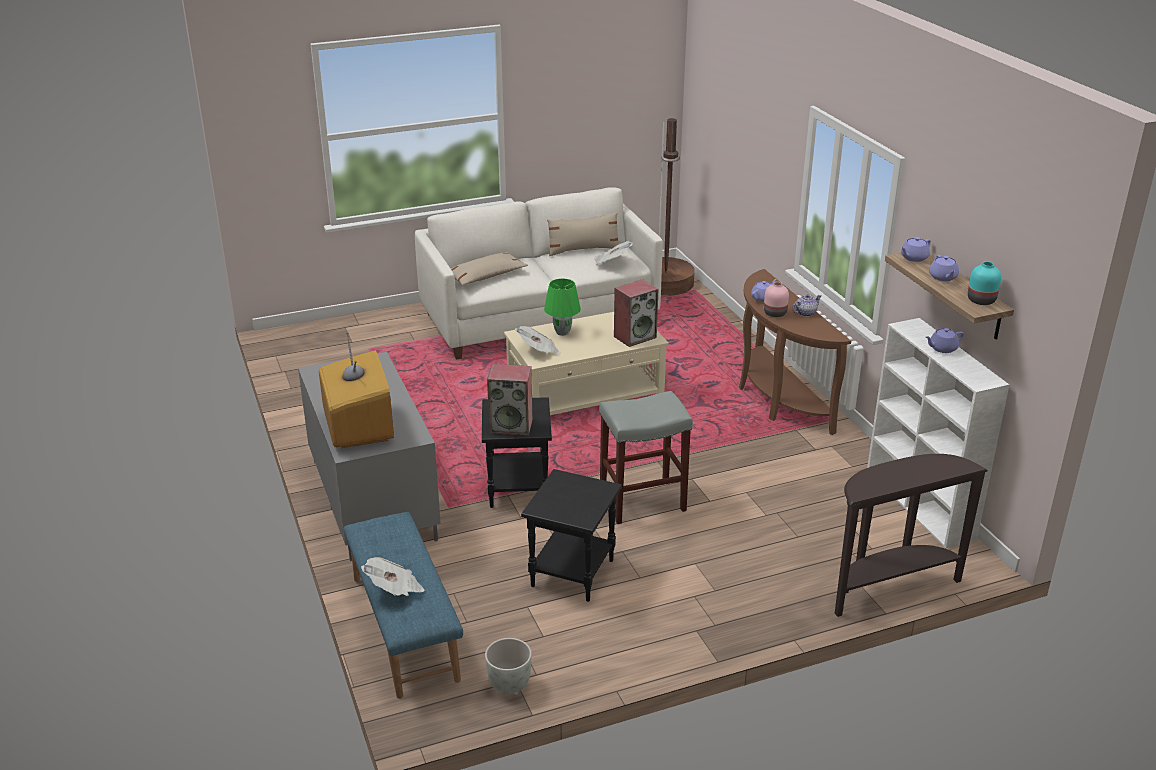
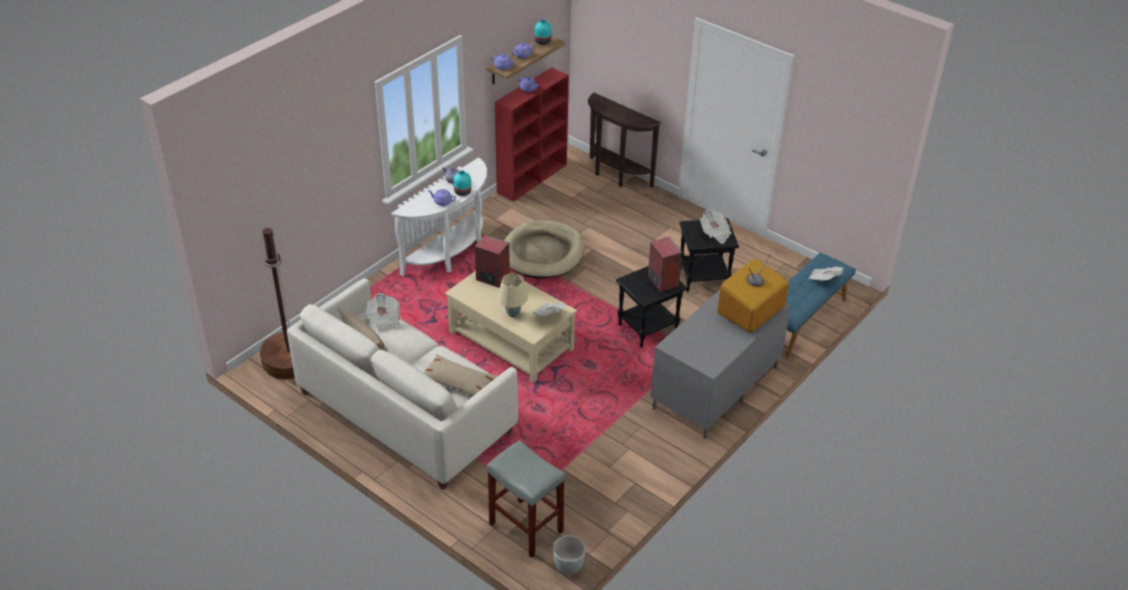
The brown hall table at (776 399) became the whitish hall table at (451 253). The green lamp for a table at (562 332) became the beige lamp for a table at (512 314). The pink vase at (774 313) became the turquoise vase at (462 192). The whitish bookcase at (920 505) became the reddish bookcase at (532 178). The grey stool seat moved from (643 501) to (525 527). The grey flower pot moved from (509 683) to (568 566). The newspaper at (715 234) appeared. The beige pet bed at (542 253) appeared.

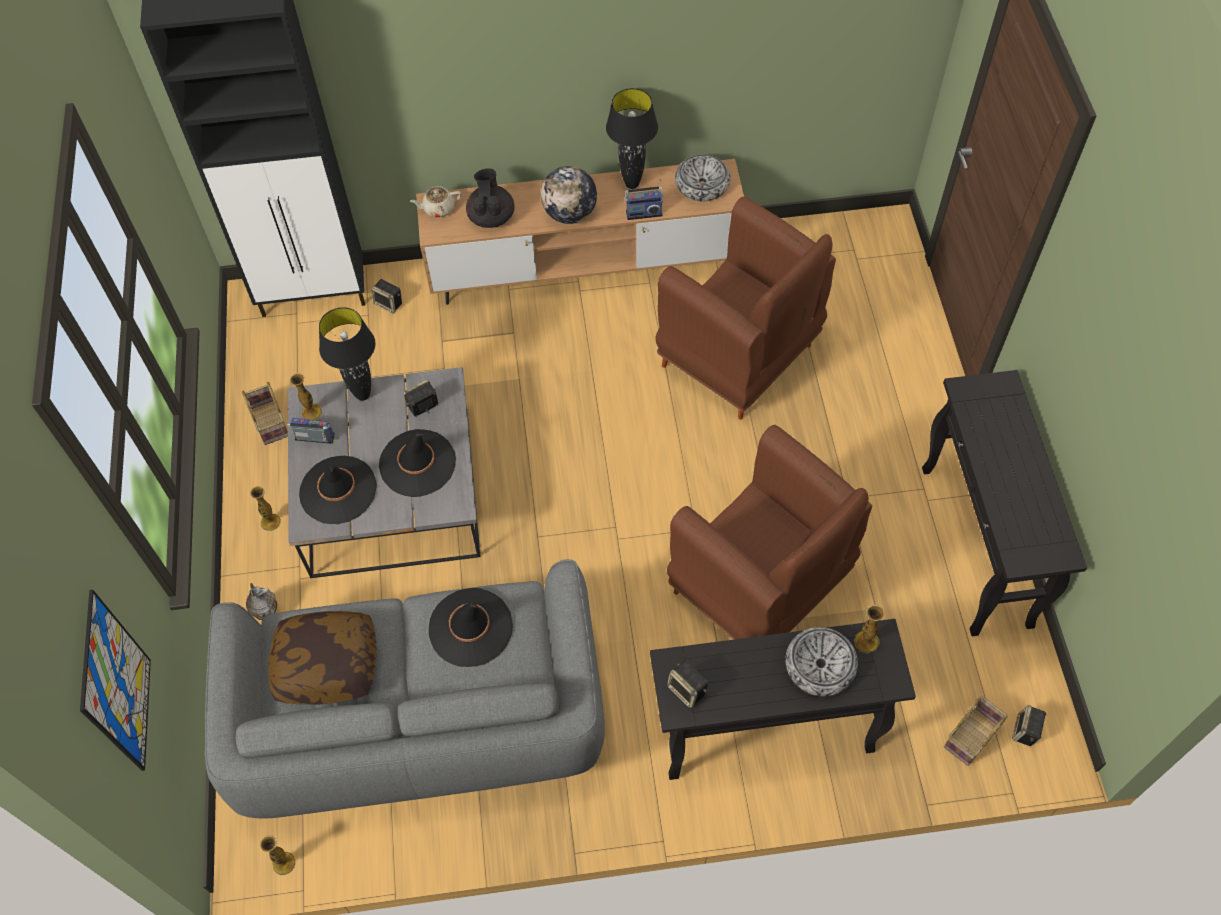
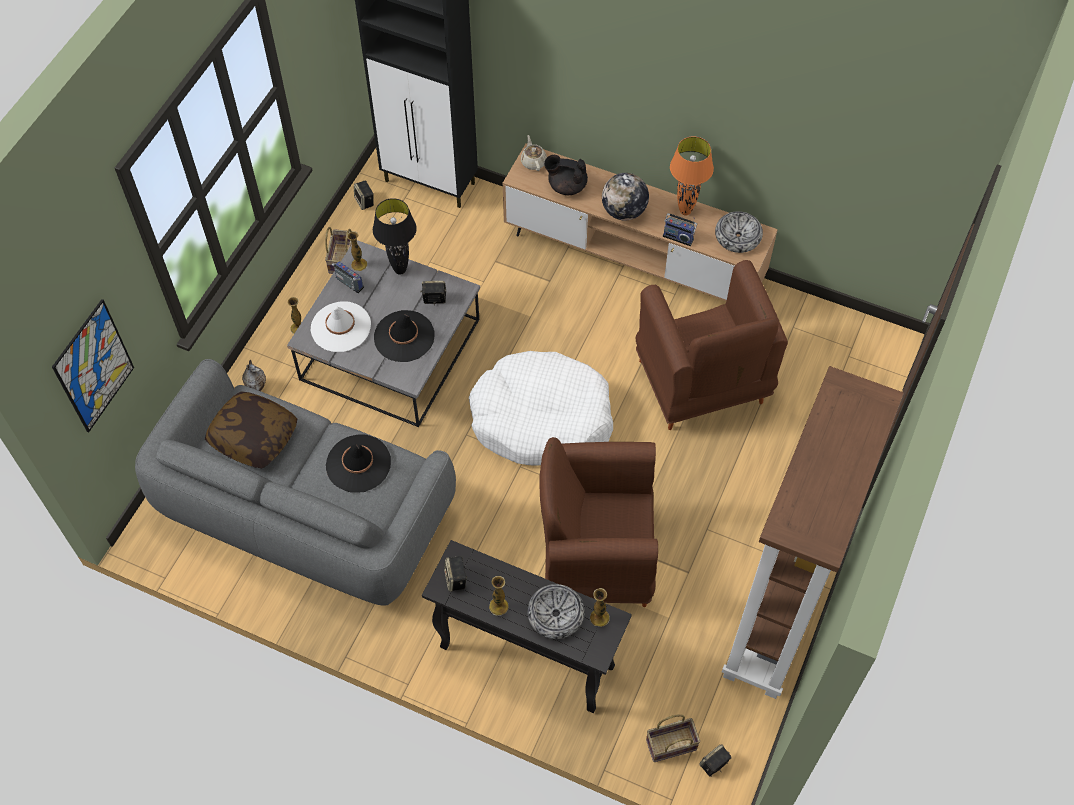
The blackish lamp for a table at (632 184) became the orange-coloured lamp for a table at (685 211). The blackish tea pot at (491 216) turned 105 degrees counterclockwise. The beige tea pot at (438 208) turned 60 degrees clockwise. The audio speaker moved from (389 304) to (365 202). The blackish hall table at (976 547) was replaced by the brown bookcase at (777 618). The brown lounge chair at (760 588) turned 105 degrees clockwise. The blackish clothing hat at (338 490) became the whitish clothing hat at (340 327). The vase moved from (284 863) to (498 606). The whitish pet bed at (541 419) appeared.

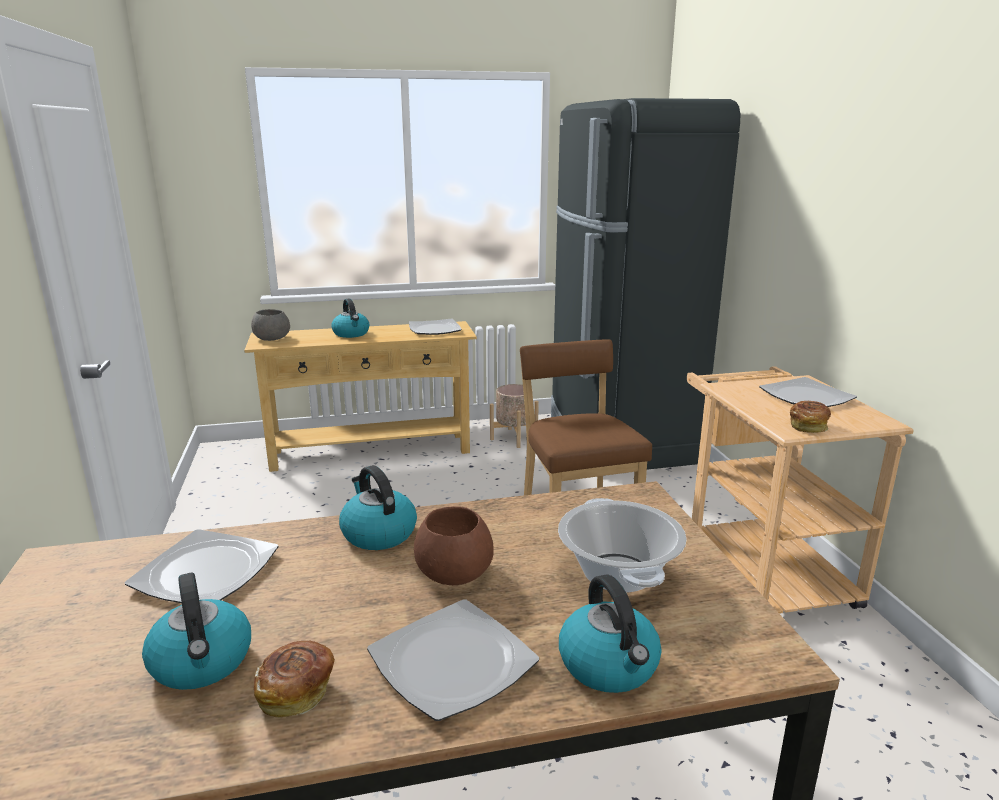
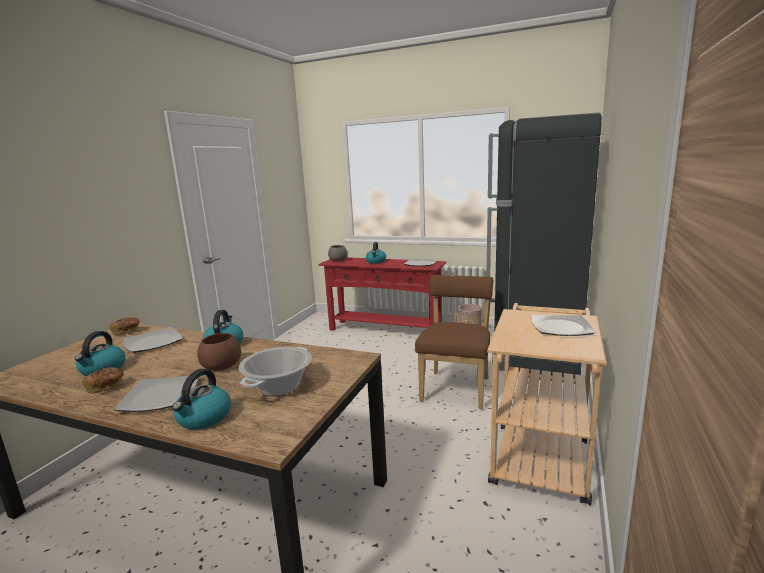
The beige hall table at (371 451) became the reddish hall table at (385 330). The bread moved from (808 426) to (127 332).

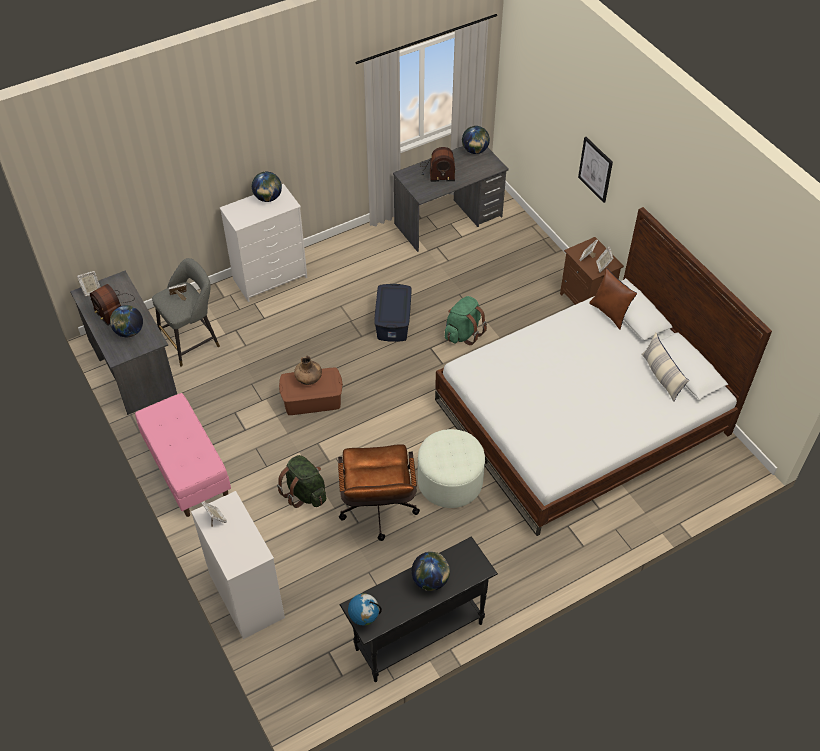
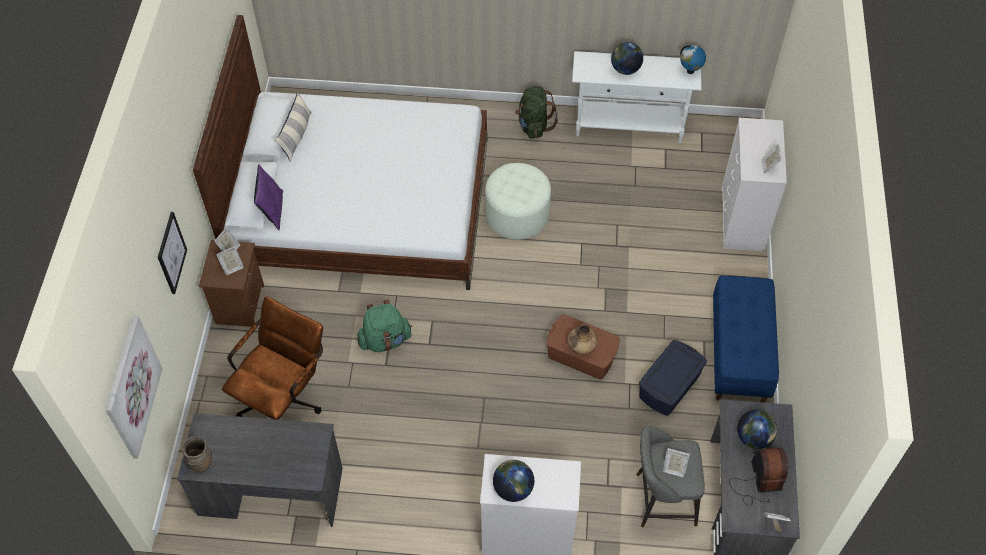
The desk globe at (475 151) was replaced by the brown vase at (201 463). The radio set at (437 172) disappeared. The brown throw pillow at (610 313) became the purple throw pillow at (272 210). The blue-coloured storage box moved from (393 321) to (669 386). The pink long seat at (186 469) became the blue-coloured long seat at (739 354). The brown desk chair moved from (378 512) to (284 398). The green backpack moved from (305 493) to (534 125). The blackish hall table at (418 636) became the whitish hall table at (629 127). The wall art at (132 387) appeared.

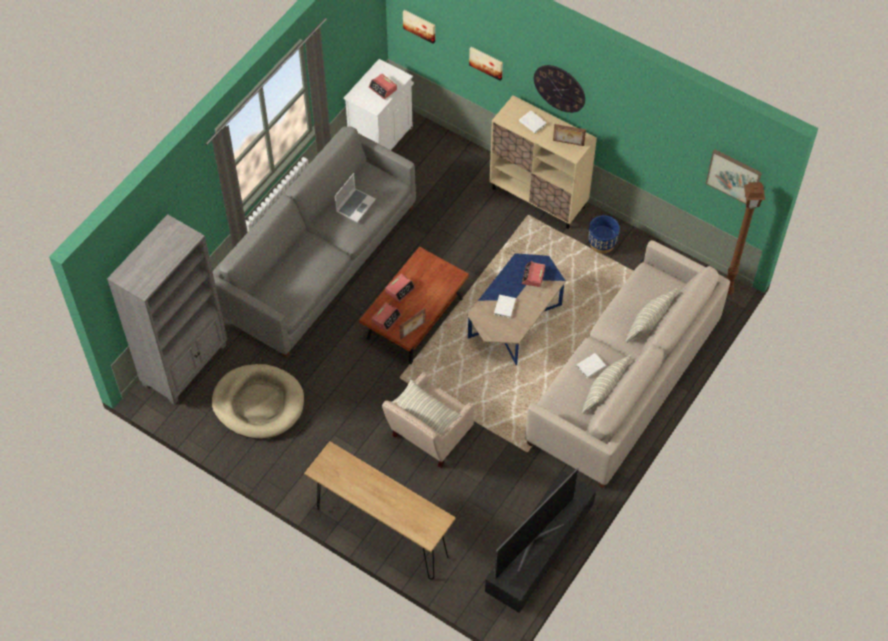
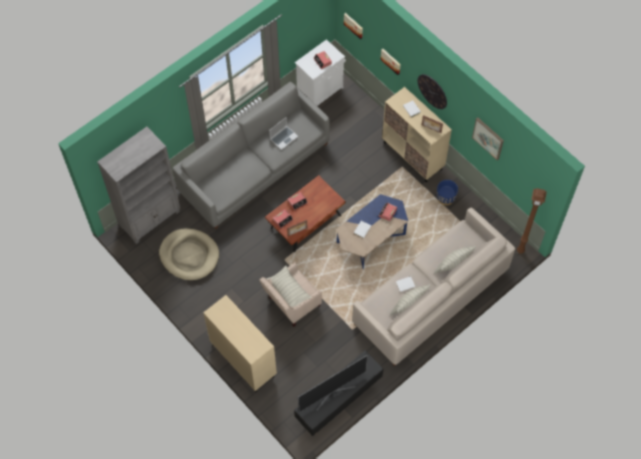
The wall art moved from (734 176) to (488 138). The brown hall table at (382 532) was replaced by the beige storage cabinet at (243 360).

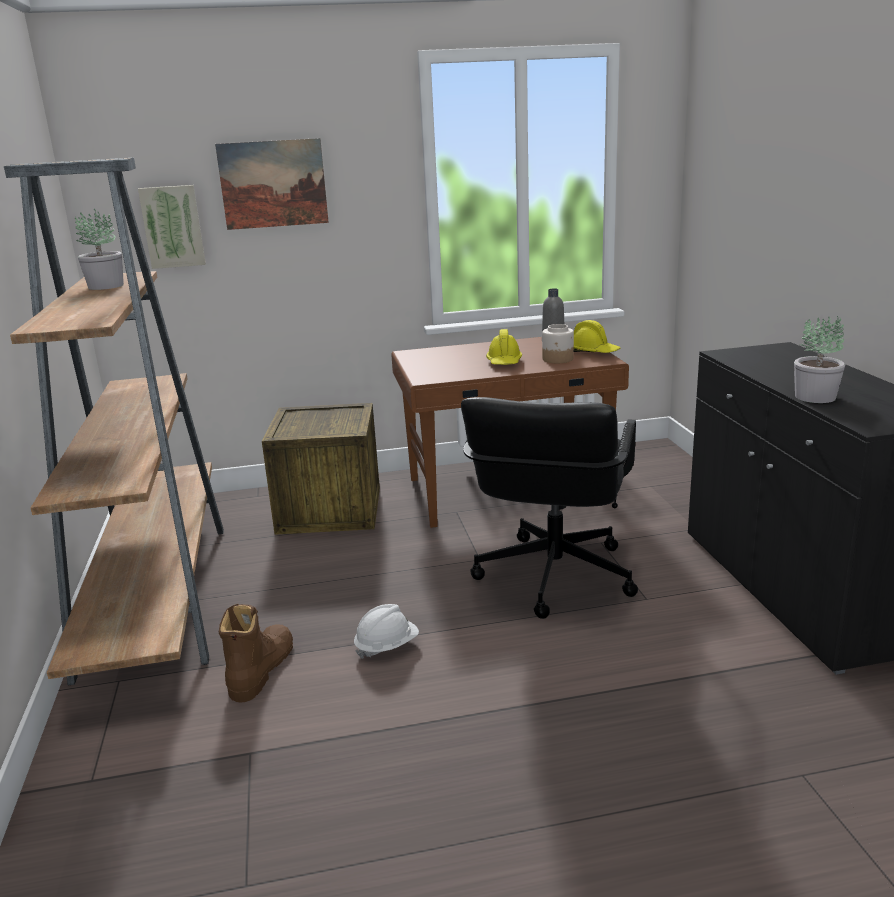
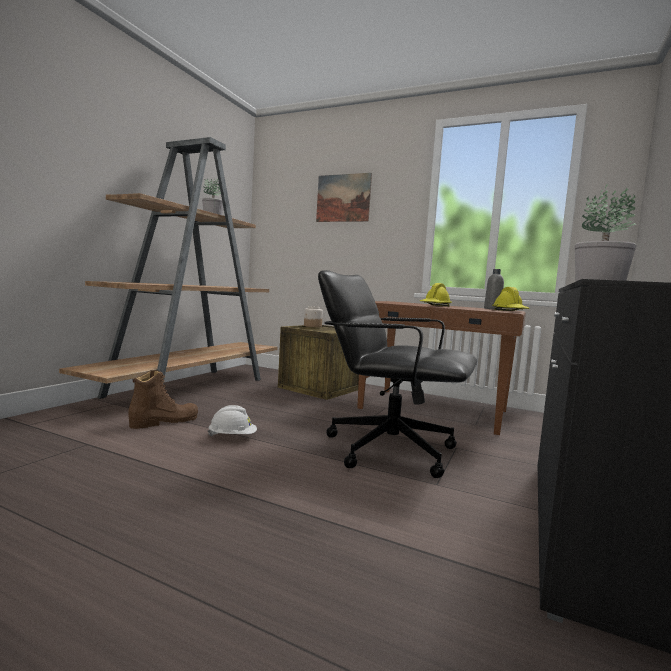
The wall art at (173 226) disappeared. The preserve jar moved from (558 359) to (312 326). The blackish desk chair at (553 576) turned 60 degrees clockwise.

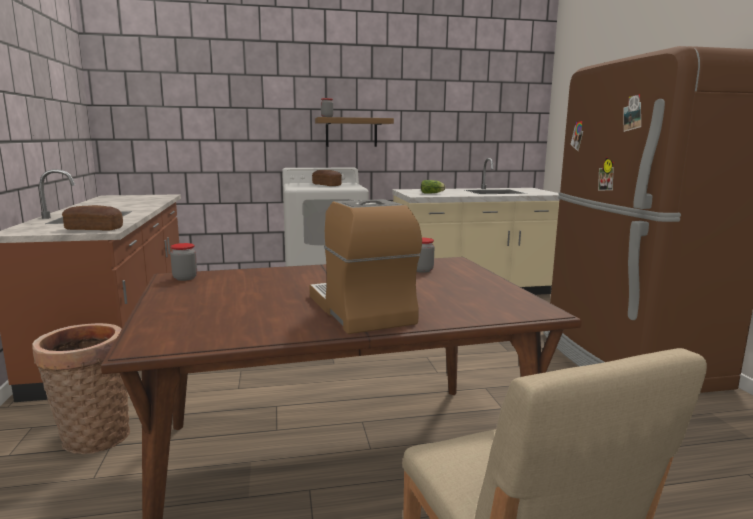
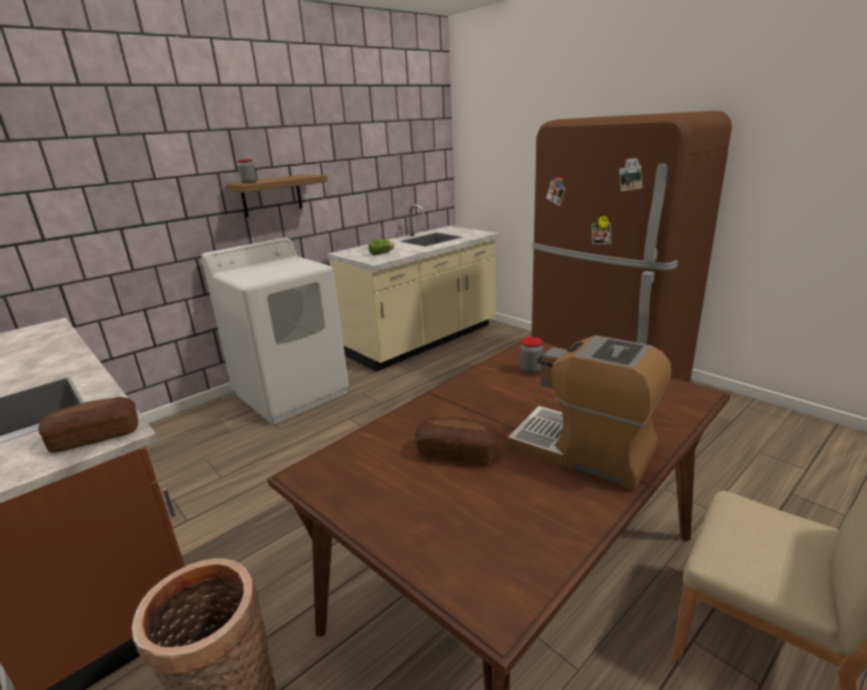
The bread moved from (326 185) to (456 453). The preserve jar at (185 278) disappeared.

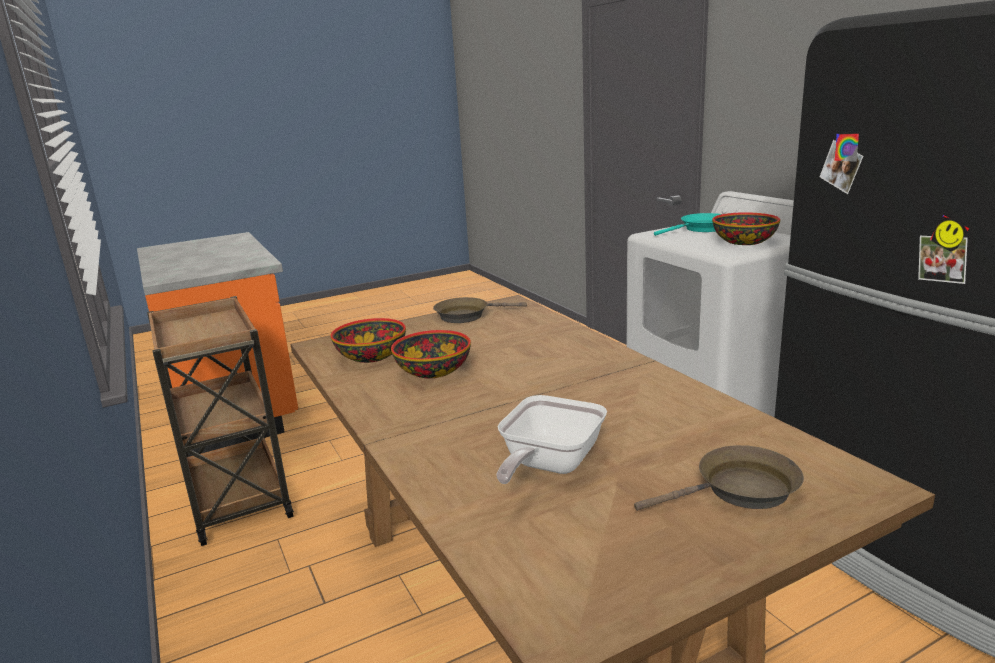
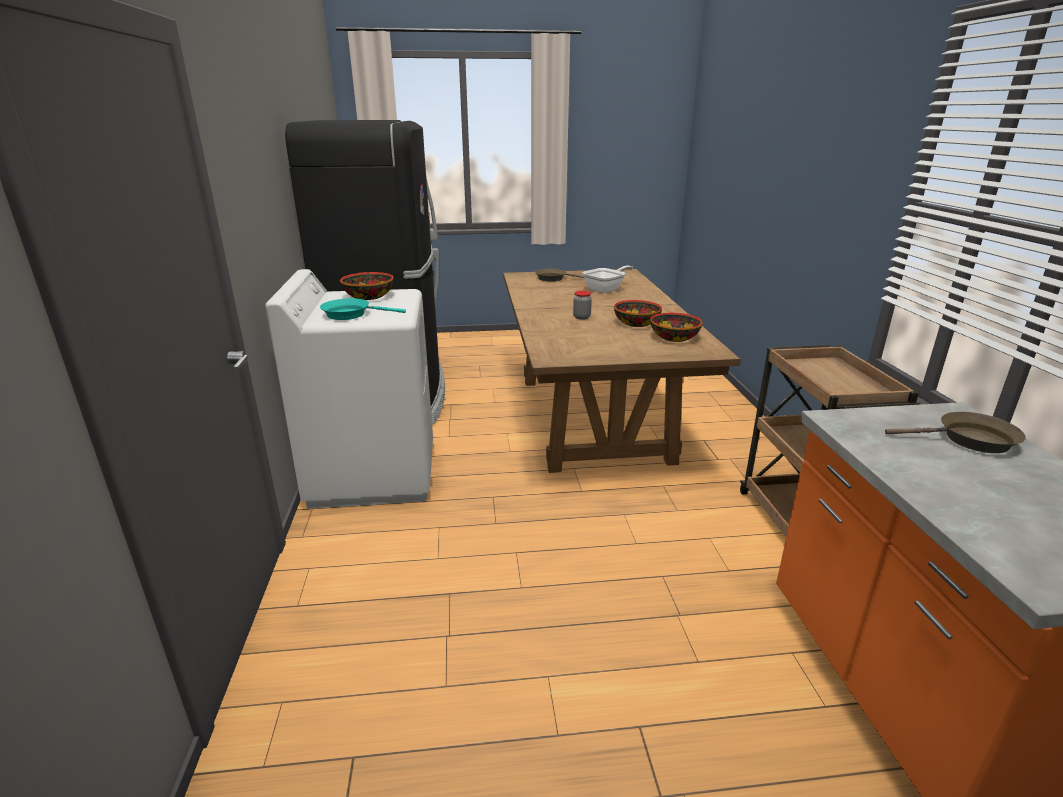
The brown skillet moved from (466 315) to (969 440). The preserve jar at (581 317) appeared.

